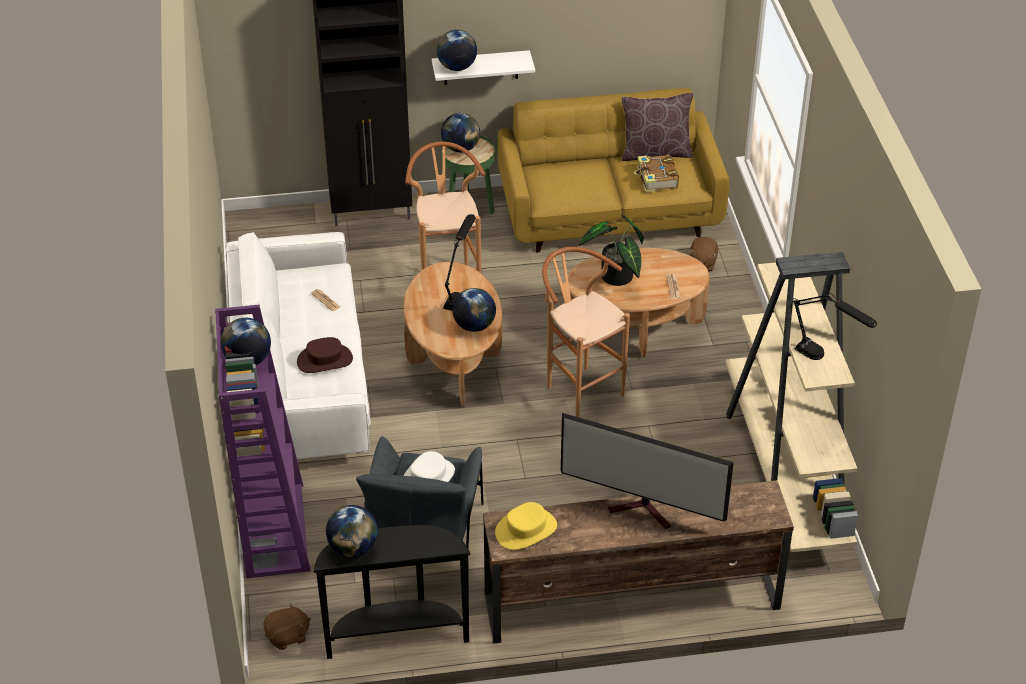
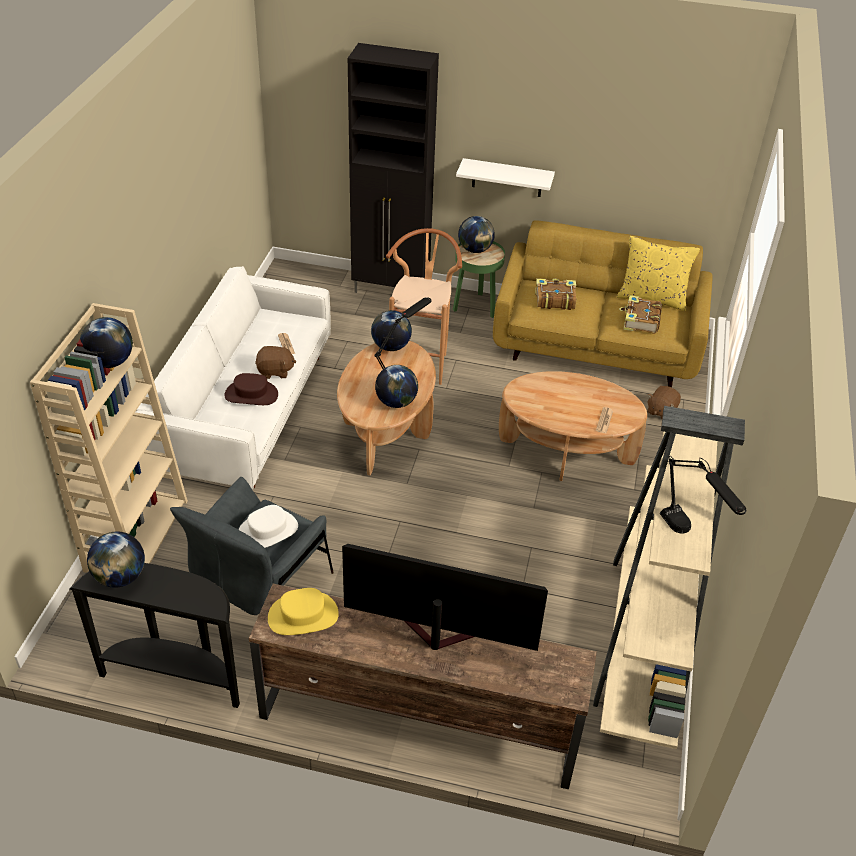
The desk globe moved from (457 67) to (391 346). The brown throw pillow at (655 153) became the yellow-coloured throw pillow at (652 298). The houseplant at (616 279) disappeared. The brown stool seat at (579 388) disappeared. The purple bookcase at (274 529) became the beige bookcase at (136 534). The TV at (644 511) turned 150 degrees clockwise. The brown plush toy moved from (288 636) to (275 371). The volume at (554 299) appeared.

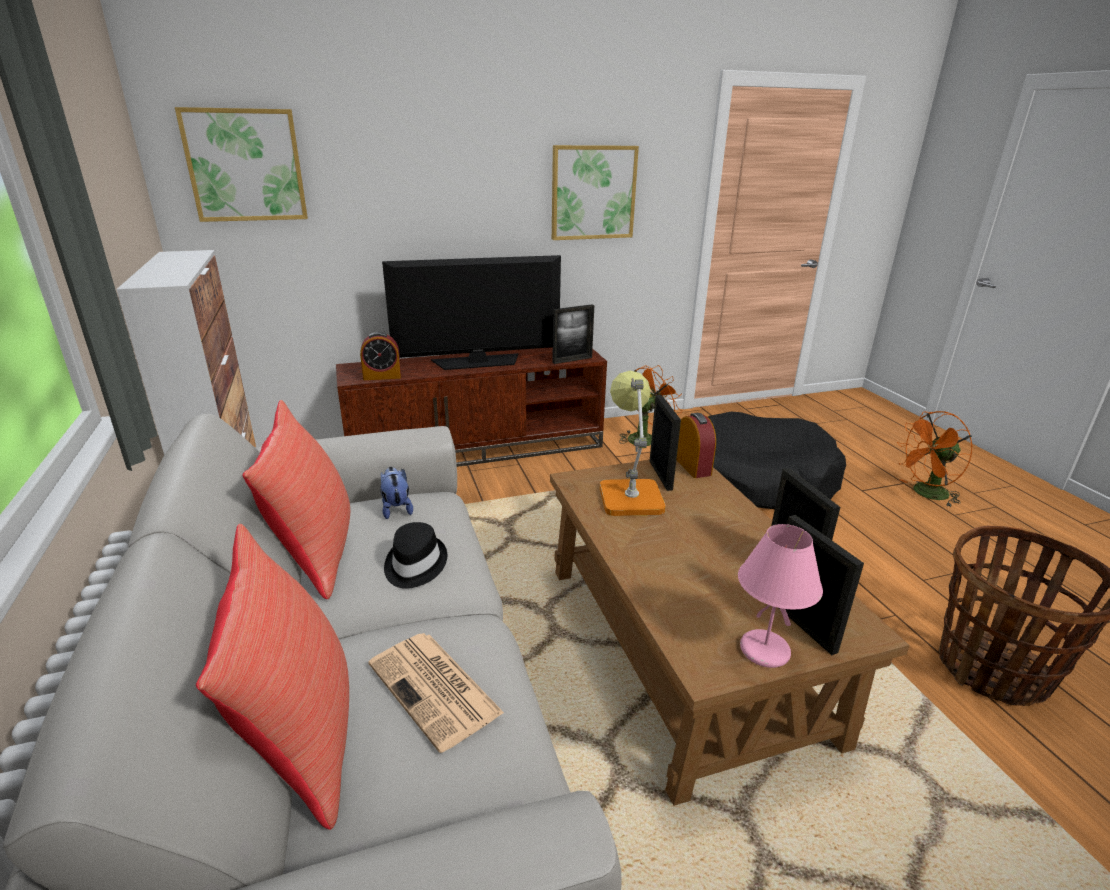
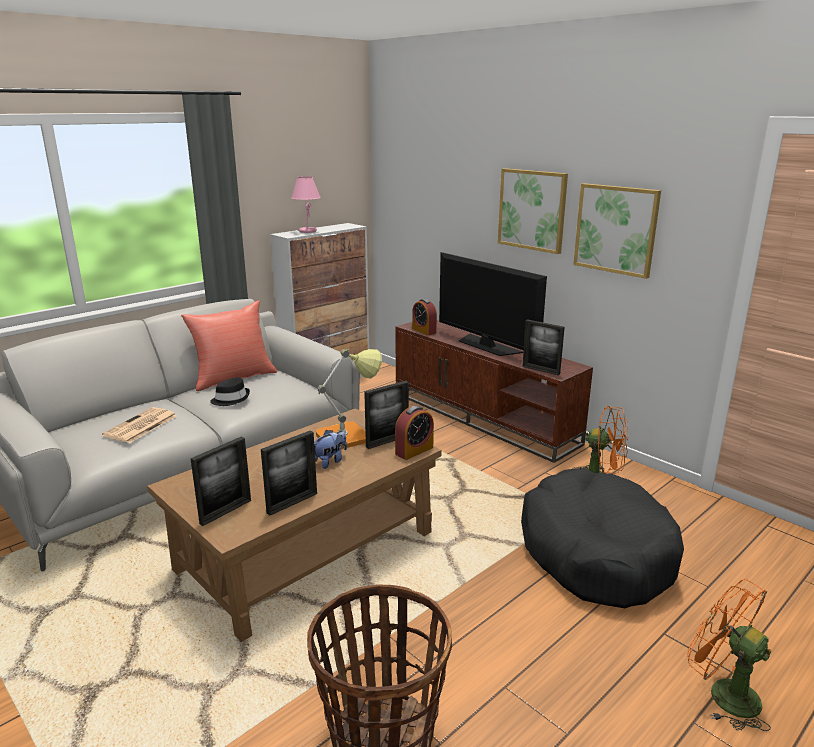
The wall art moved from (245 165) to (532 210). The plush toy moved from (396 508) to (330 461). The reddish throw pillow at (301 733) disappeared. The pink lamp for a table moved from (763 651) to (307 231).

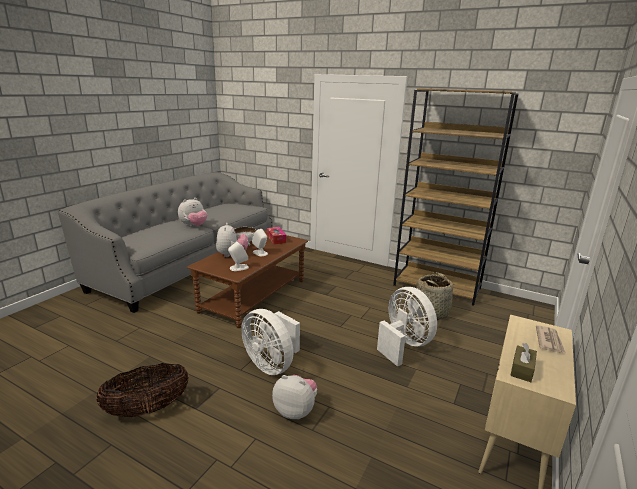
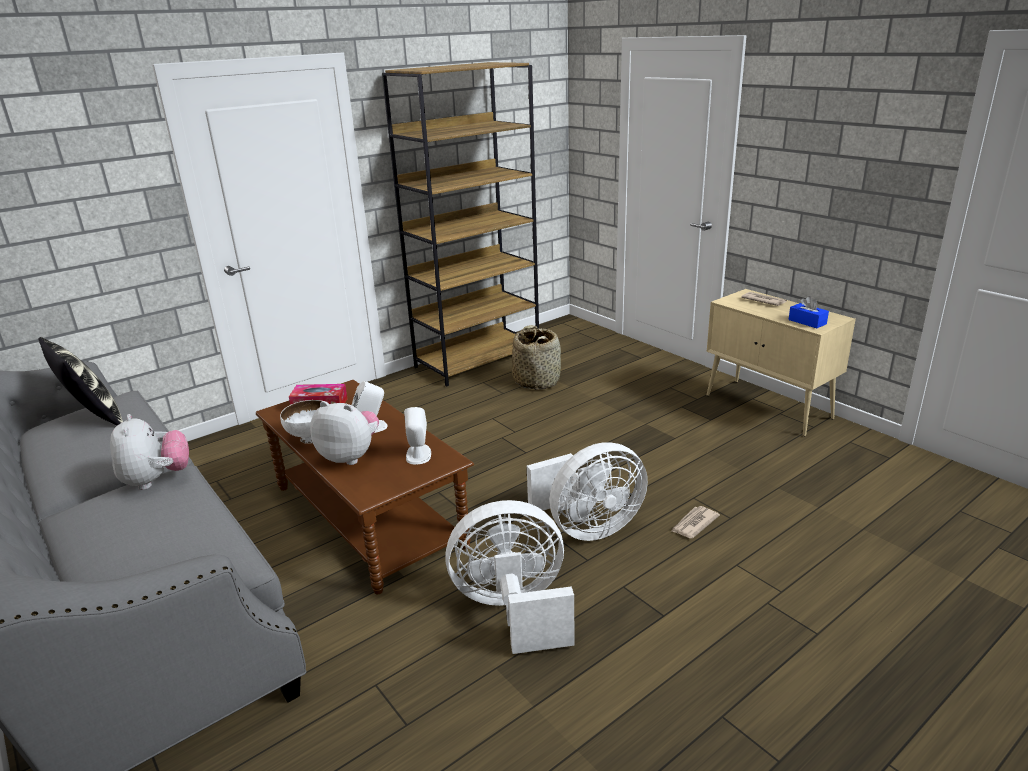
The whitish cooling fan moved from (403 345) to (514 610). The brown tissue holder at (522 369) became the blue-coloured tissue holder at (807 322). The storage basket at (148 409) disappeared. The plush toy at (295 410) was replaced by the newspaper at (693 524). The throw pillow at (94 418) appeared.

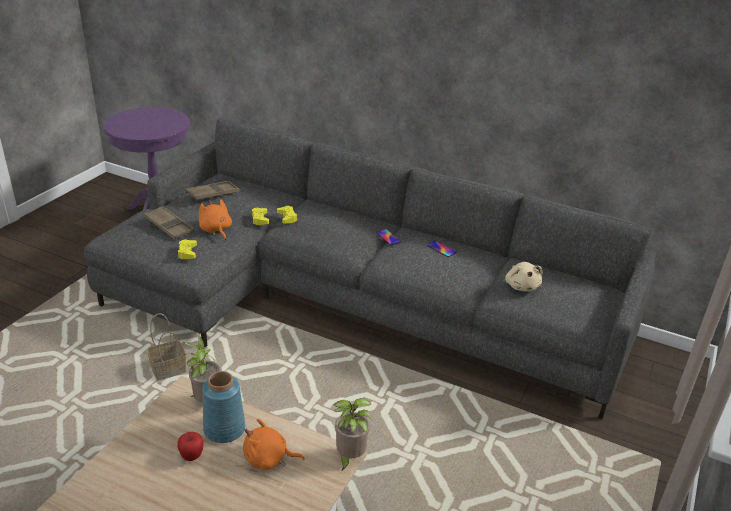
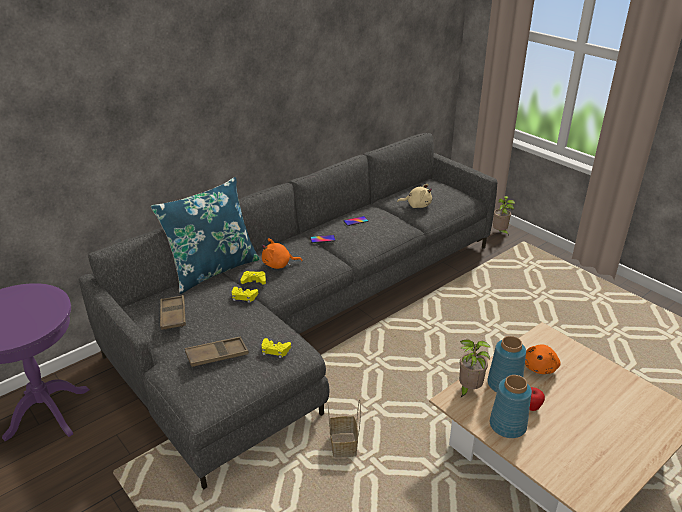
The orange-coloured plush toy moved from (215 230) to (279 265). The houseplant moved from (349 457) to (500 232). The blue-coloured throw pillow at (213 269) appeared. The blue-coloured vase at (508 426) appeared.

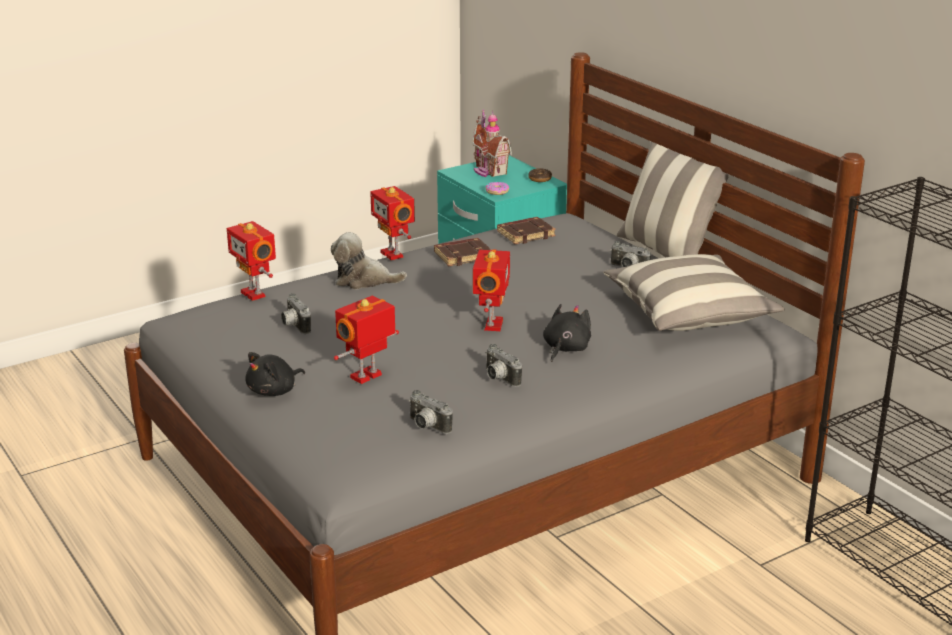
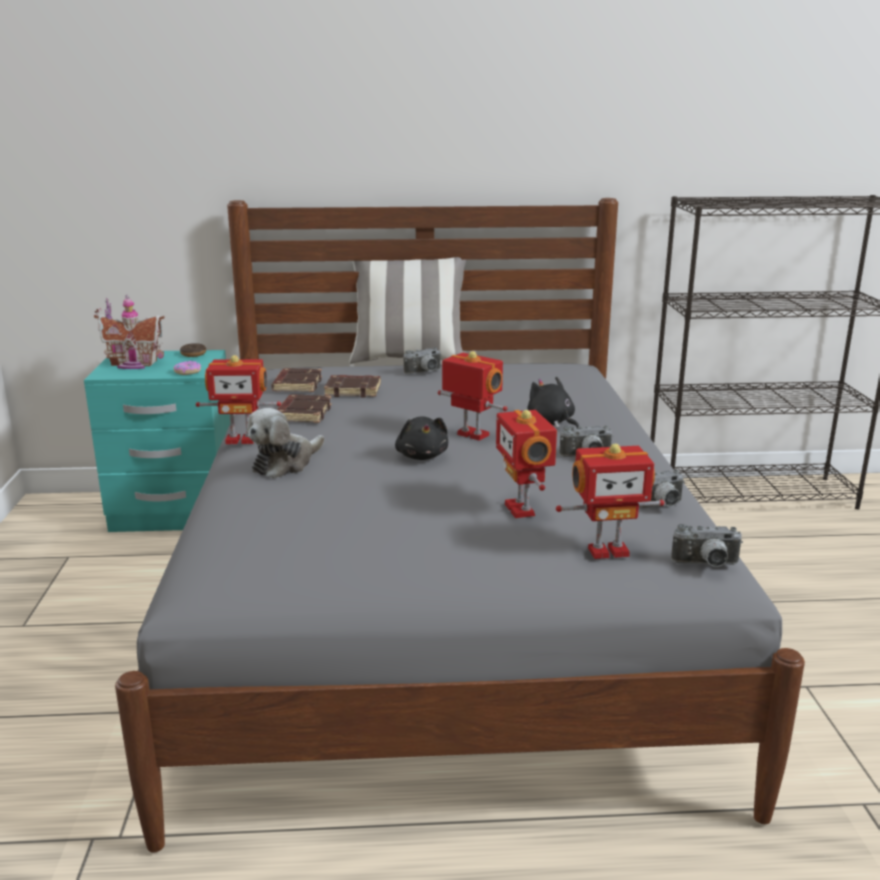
The robot figure moved from (254 294) to (607 550). The throw pillow at (688 313) disappeared. The still camera moved from (294 326) to (706 565). The blackish plush toy moved from (274 391) to (422 456). The brown volume at (354 390) appeared.

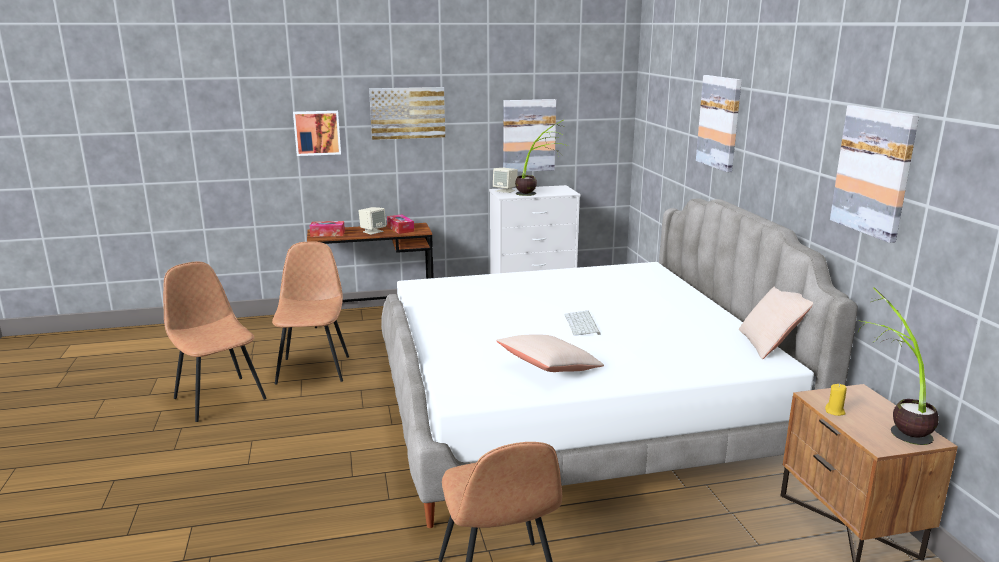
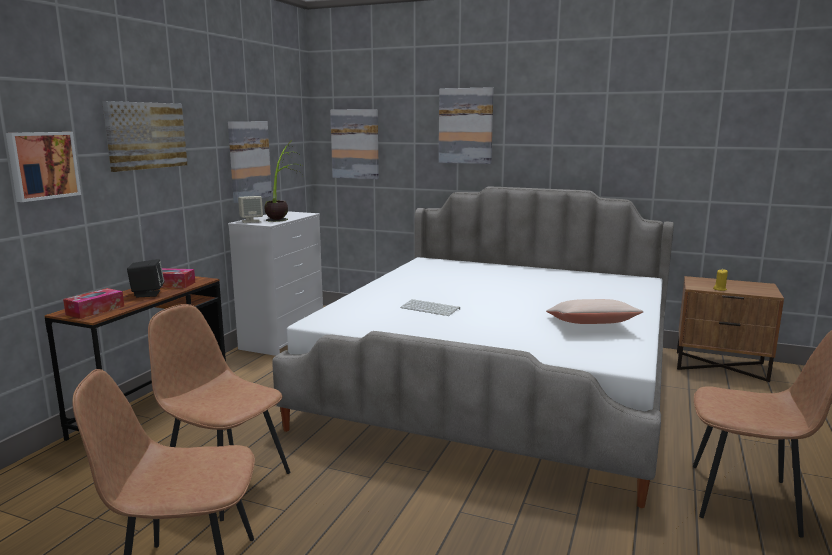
The wall art moved from (874 171) to (355 144). The beige audio speaker at (373 231) became the blackish audio speaker at (147 294). The beige throw pillow at (770 344) disappeared. The houseplant at (893 423) disappeared. The keyboard moved from (583 324) to (431 308).

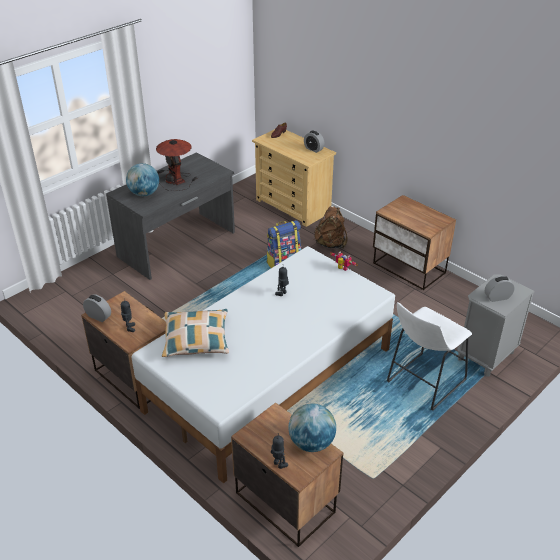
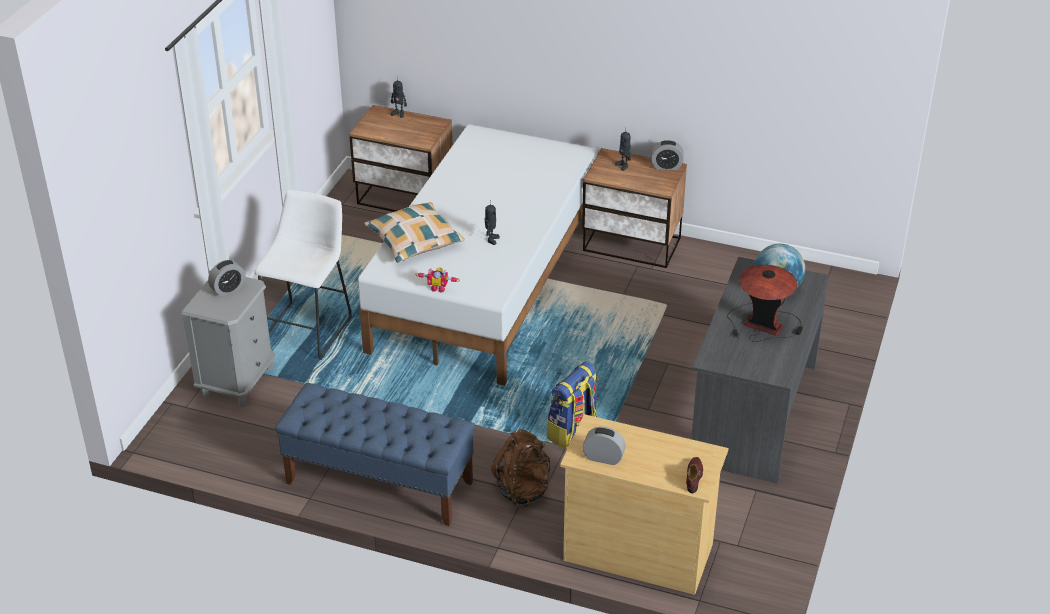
The night table at (409 268) was replaced by the blue-coloured long seat at (378 482). The throw pillow moved from (196 339) to (415 240). The desk globe at (311 443) disappeared.

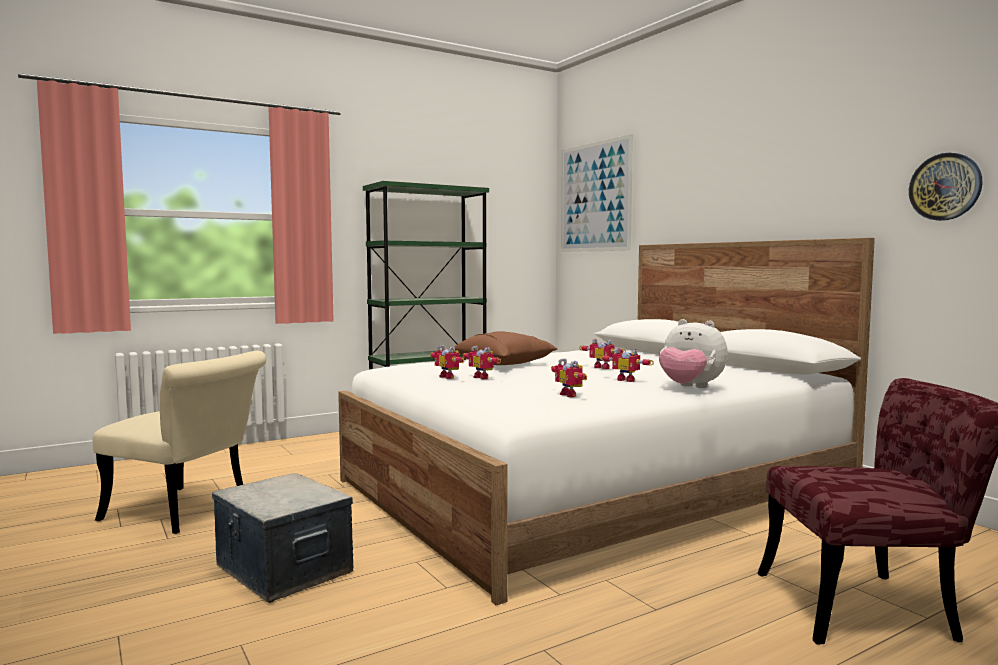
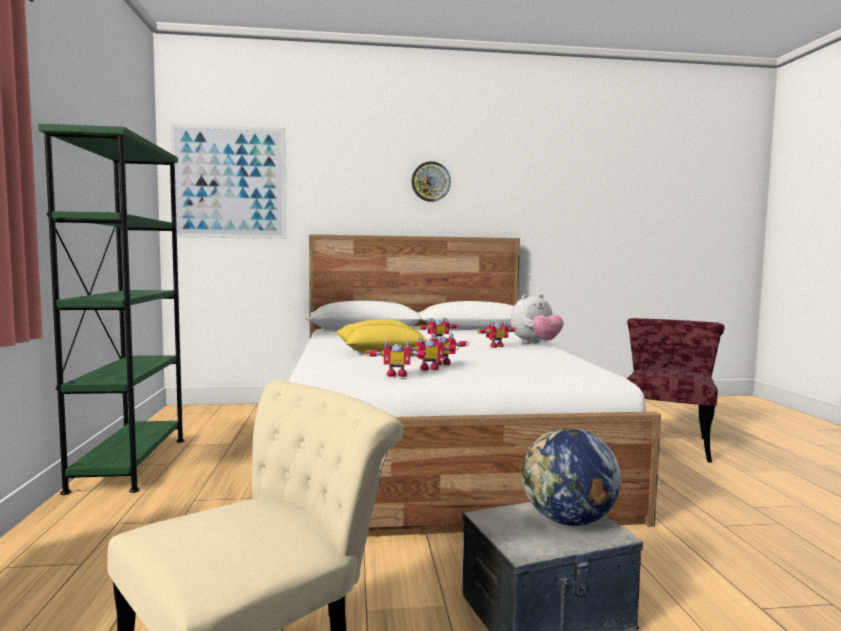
The wall clock moved from (945 187) to (431 181). The brown throw pillow at (504 363) became the yellow-coloured throw pillow at (379 351). The robot figure moved from (571 395) to (396 375). The desk globe at (568 521) appeared.

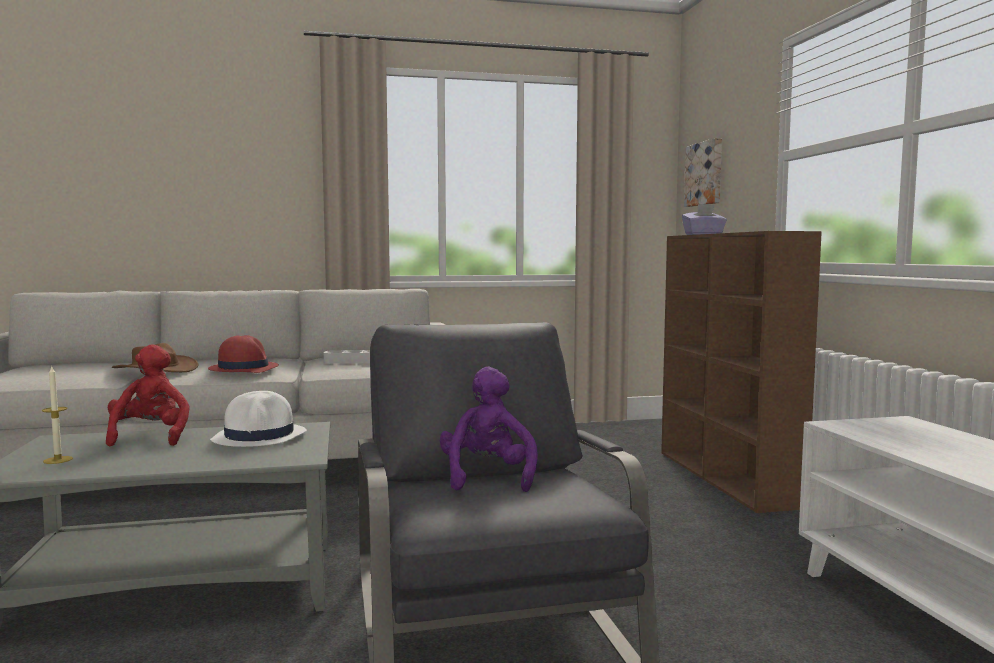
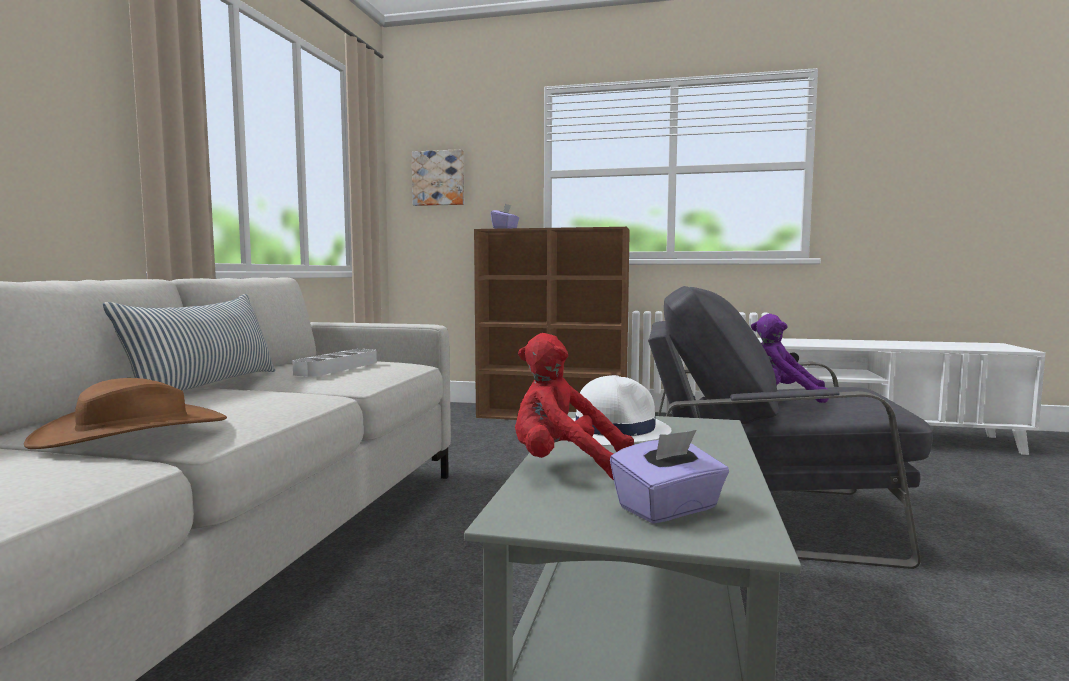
The reddish clothing hat at (243 368) disappeared. The wax candle at (58 460) was replaced by the purple tissue holder at (669 509). The throw pillow at (206 387) appeared.

